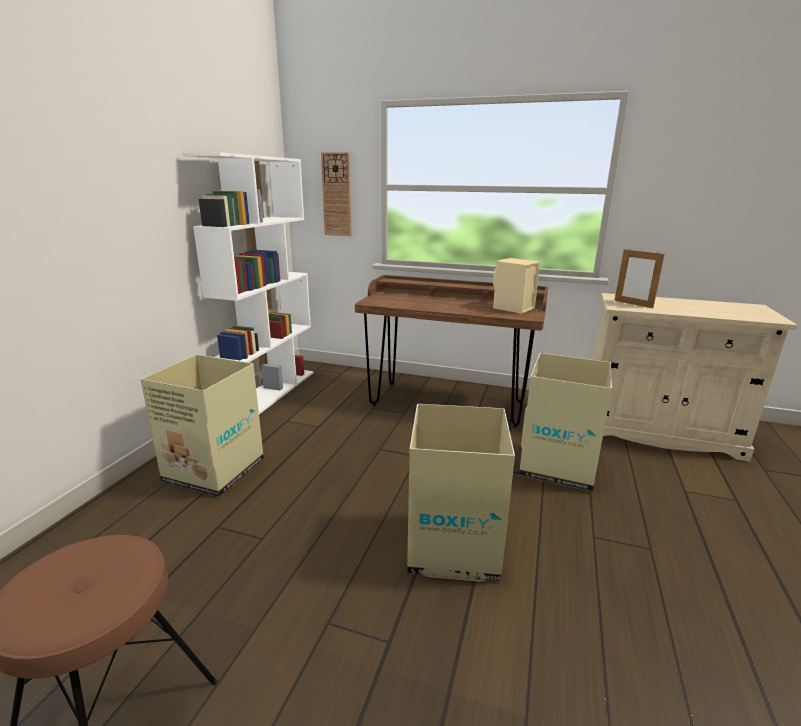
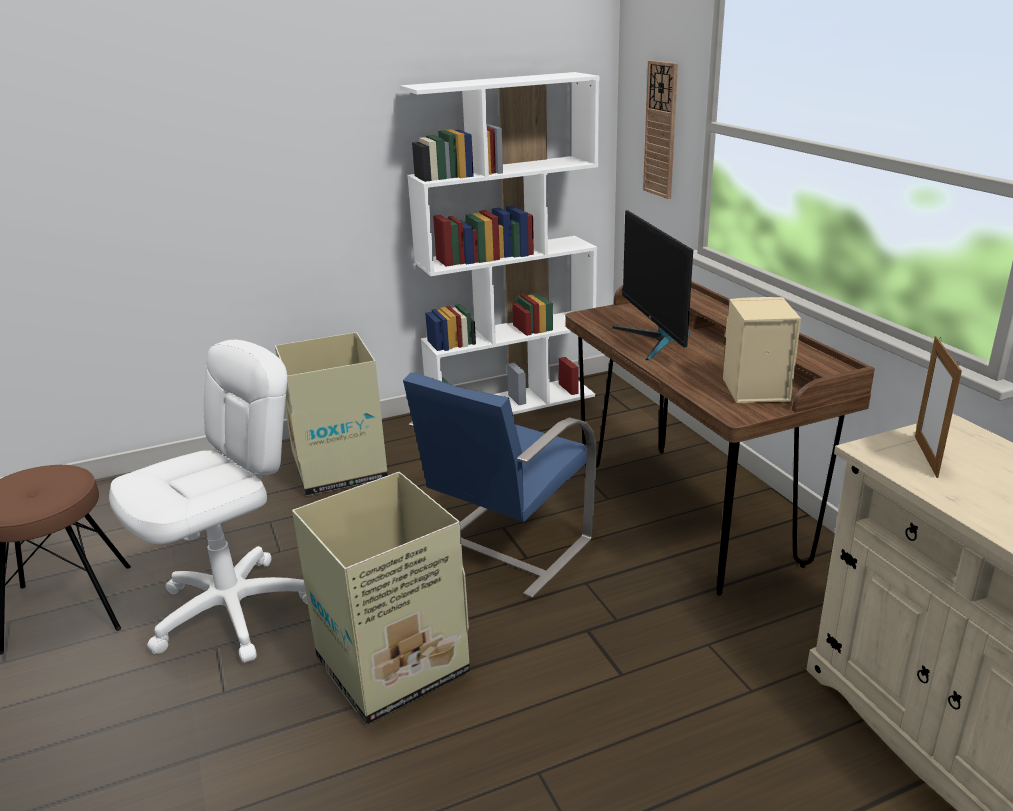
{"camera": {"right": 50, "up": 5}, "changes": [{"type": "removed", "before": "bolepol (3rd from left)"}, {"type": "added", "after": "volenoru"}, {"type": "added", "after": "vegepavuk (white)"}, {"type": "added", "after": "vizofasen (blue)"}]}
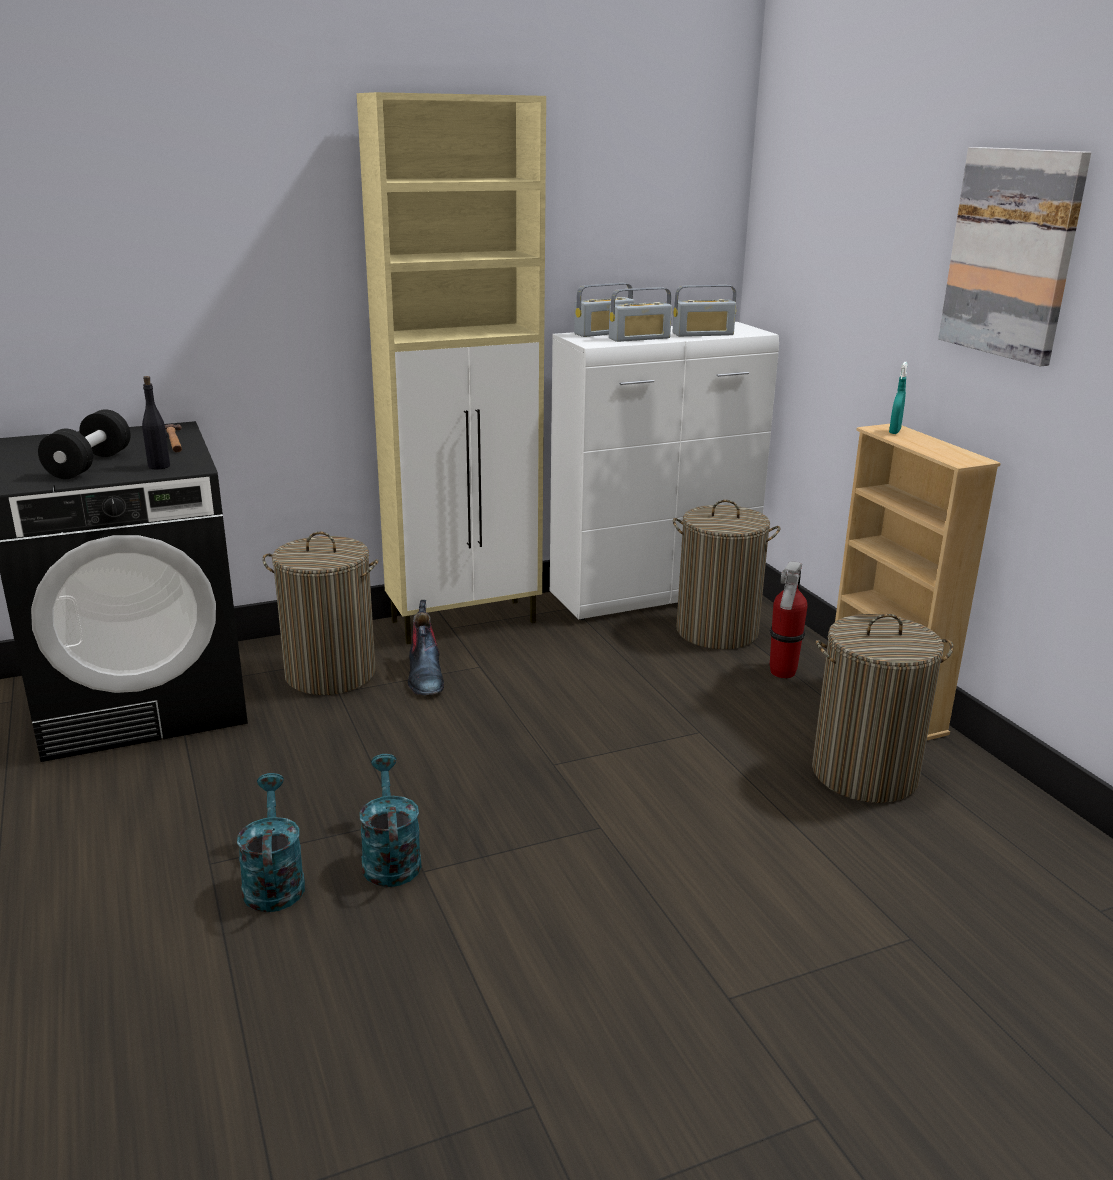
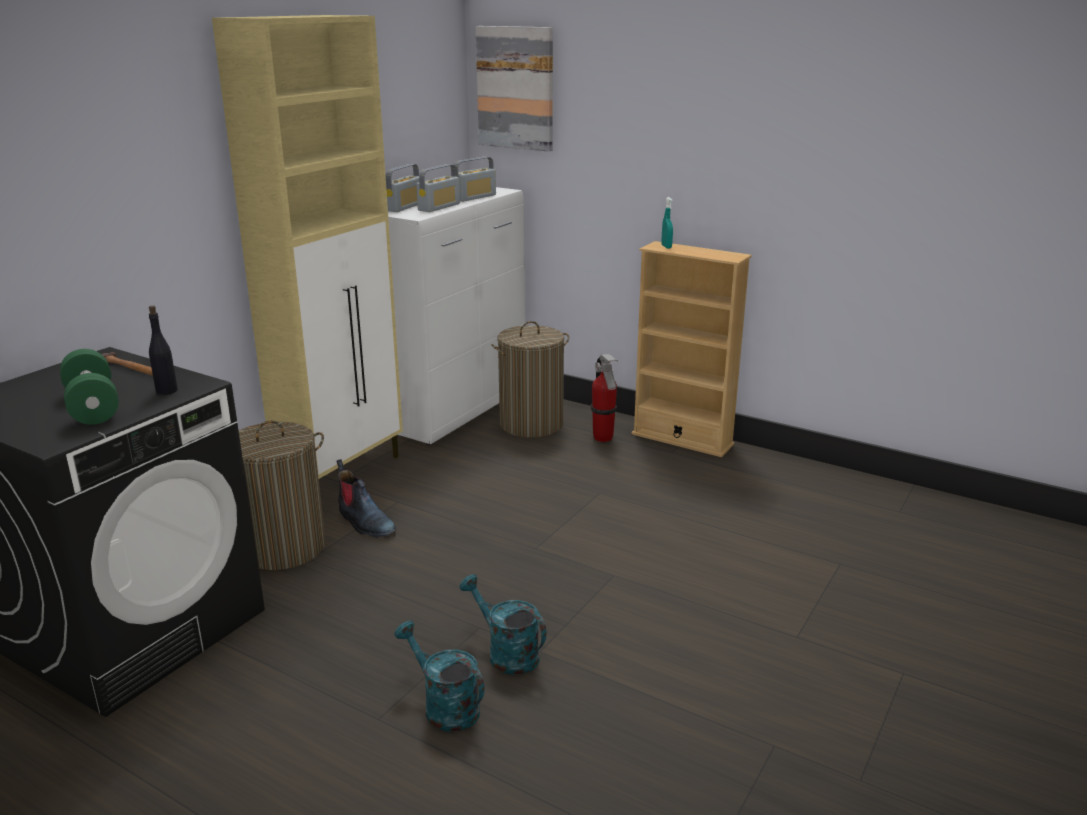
{"camera": {"right": -35, "up": 0}, "changes": [{"type": "moved", "before": "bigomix"}, {"type": "recoloured", "before": "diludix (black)", "after": "diludix (green)"}, {"type": "removed", "before": "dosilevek (3rd from left)"}]}
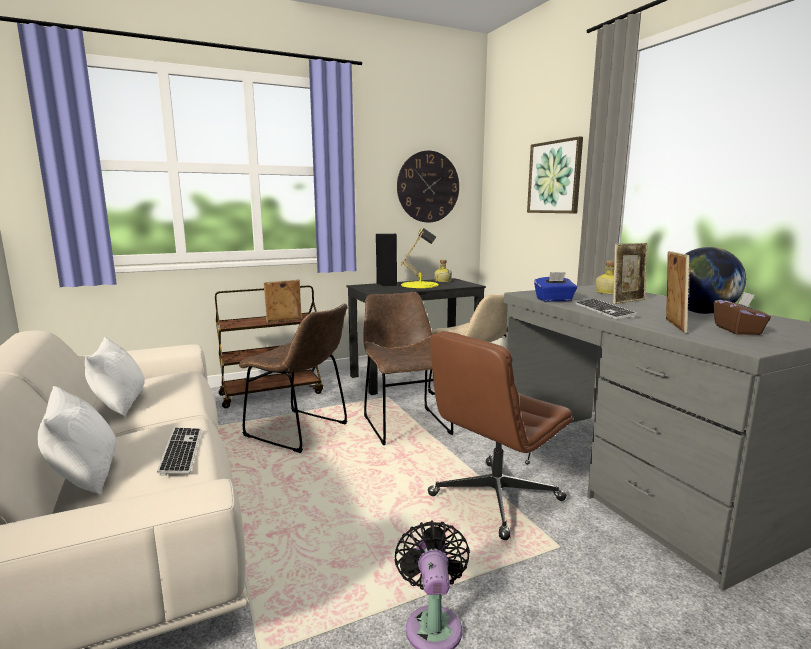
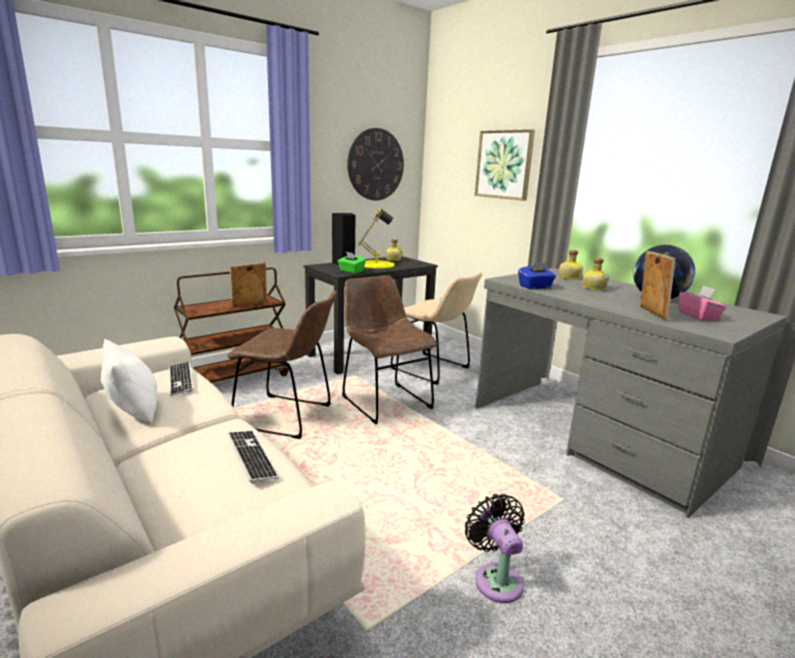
{"camera": {"right": -15, "up": 5}, "changes": [{"type": "replaced", "before": "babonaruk (2nd from left)", "after": "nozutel (3rd from left)"}, {"type": "recoloured", "before": "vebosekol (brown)", "after": "vebosekol (pink)"}, {"type": "moved", "before": "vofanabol (2nd from left in the first image)", "after": "vofanabol (1st from left)"}, {"type": "removed", "before": "vegepavuk (brown)"}, {"type": "removed", "before": "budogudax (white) (1st from left)"}, {"type": "added", "after": "vebosekol (green)"}]}
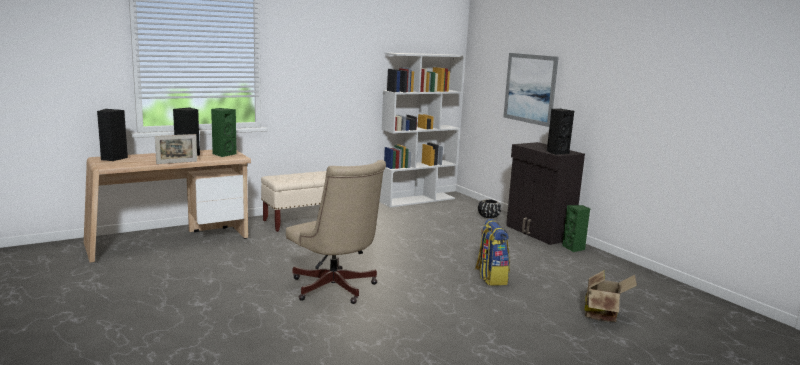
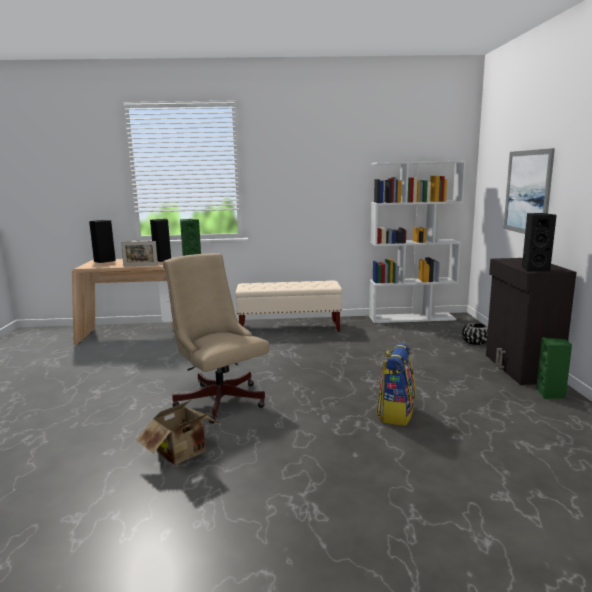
{"camera": {"right": 30, "up": 0}, "changes": [{"type": "turned", "before": "vegepavuk (beige)", "turn": 150}, {"type": "moved", "before": "bolepol"}]}
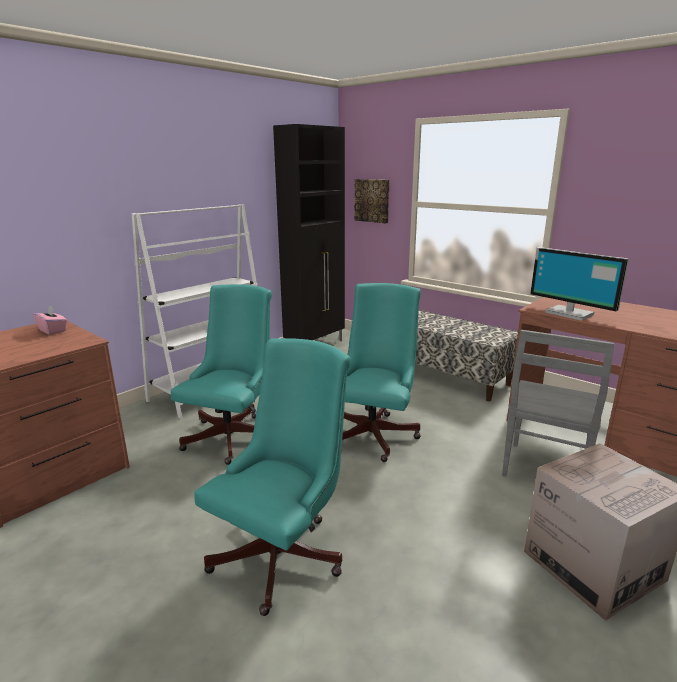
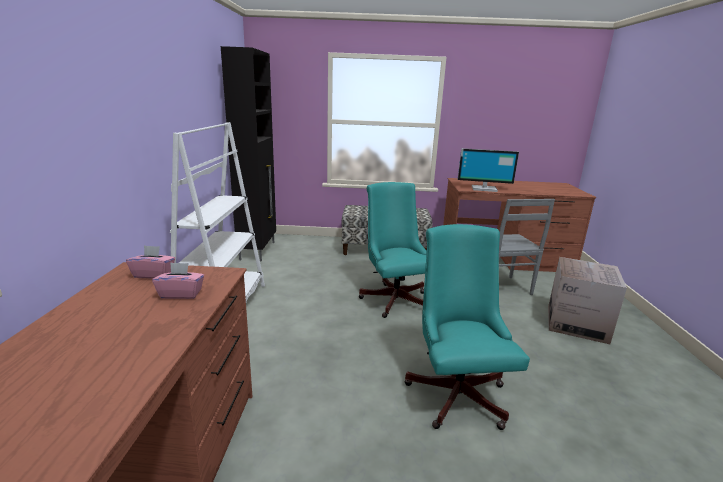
{"camera": {"right": -40, "up": 0}, "changes": [{"type": "removed", "before": "bigomix"}, {"type": "removed", "before": "vegepavuk (turquoise) (1st from left)"}, {"type": "added", "after": "vebosekol (pink) (2nd from left)"}]}
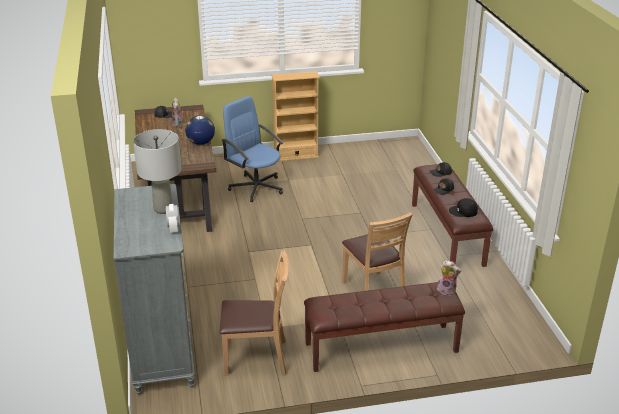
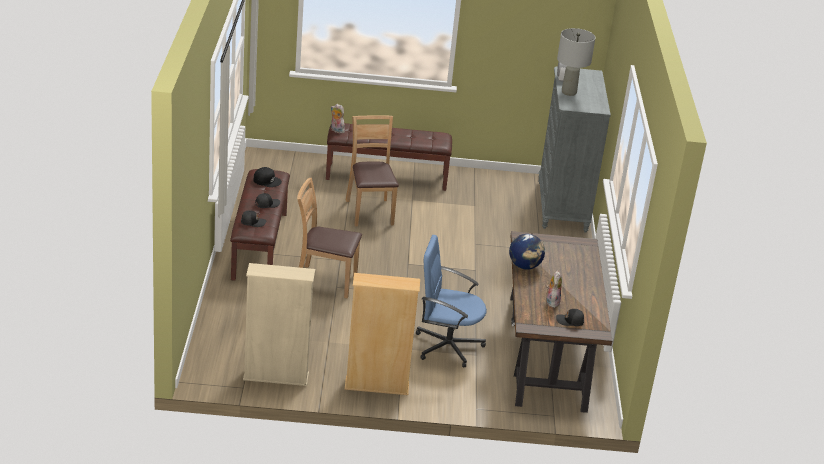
{"camera": {"right": -170, "up": 0}, "changes": [{"type": "turned", "before": "vegepavuk (blue)", "turn": 135}, {"type": "moved", "before": "vizofasen (brown) (1st from left)"}, {"type": "added", "after": "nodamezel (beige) (1st from left)"}]}
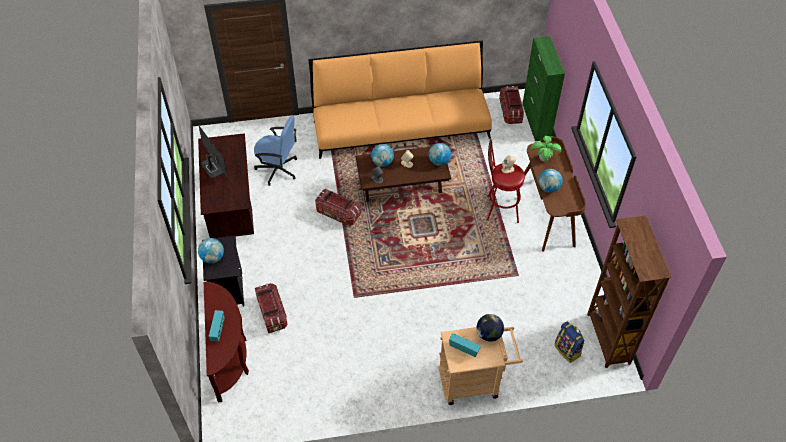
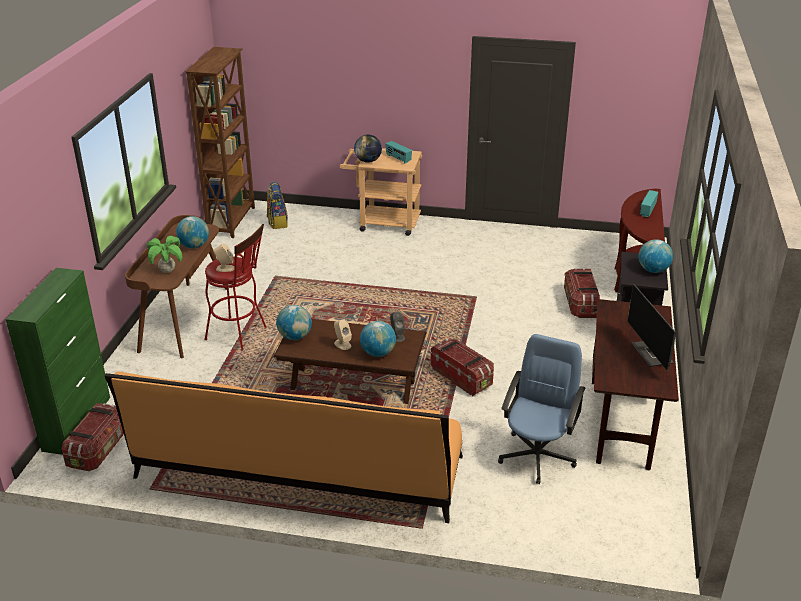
{"camera": {"right": -160, "up": -20}, "changes": [{"type": "turned", "before": "vegepavuk (blue)", "turn": 75}]}
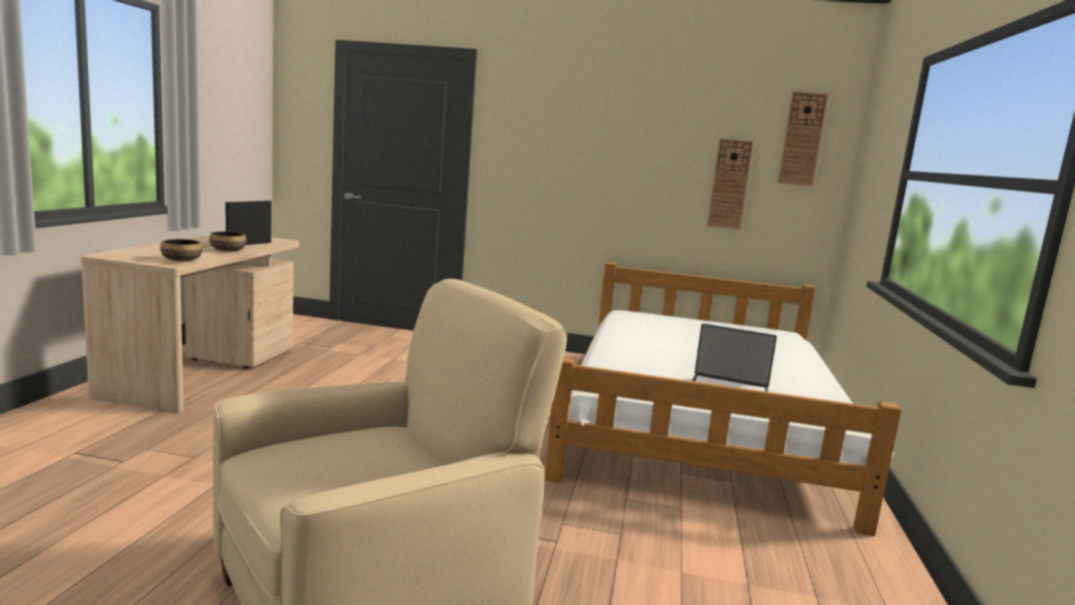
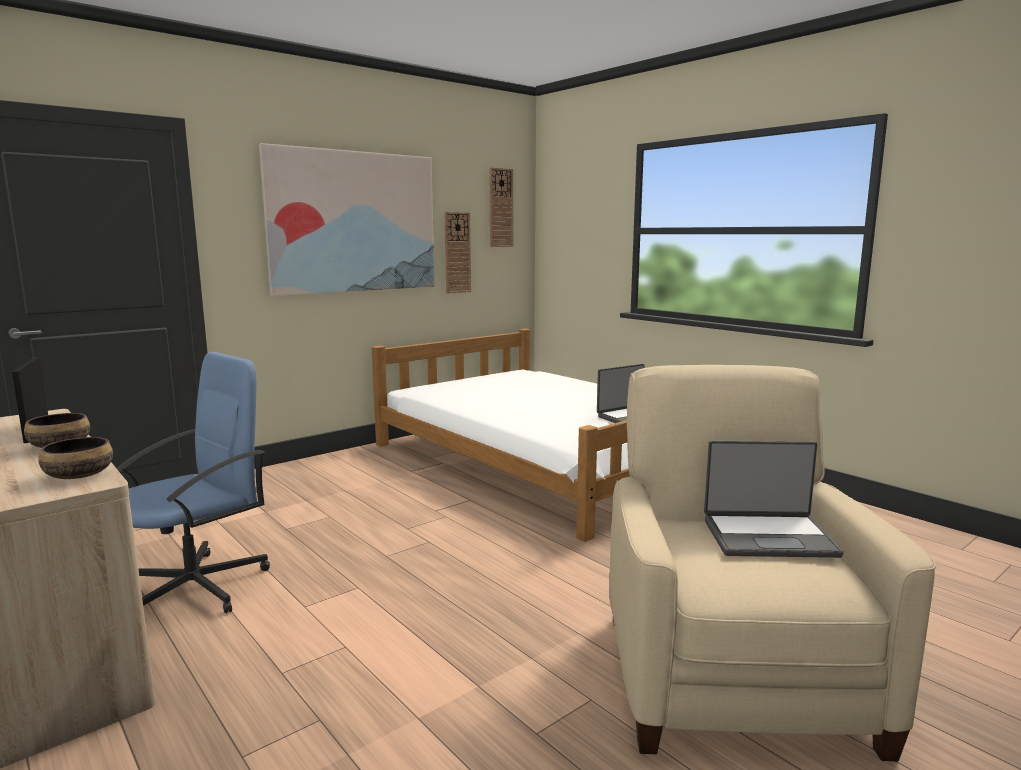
{"camera": {"right": -50, "up": 0}, "changes": [{"type": "added", "after": "bigomix"}, {"type": "added", "after": "vegepavuk (blue)"}, {"type": "added", "after": "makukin (2nd from left)"}]}
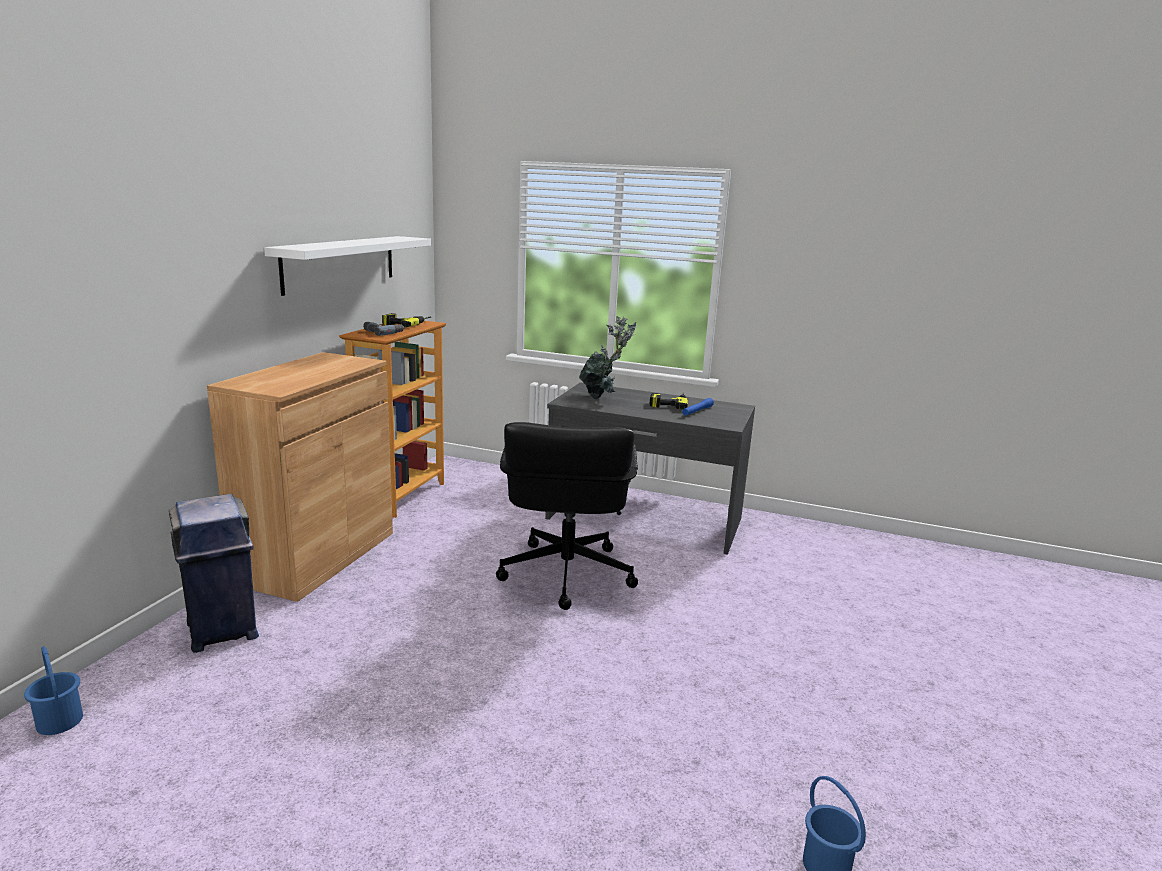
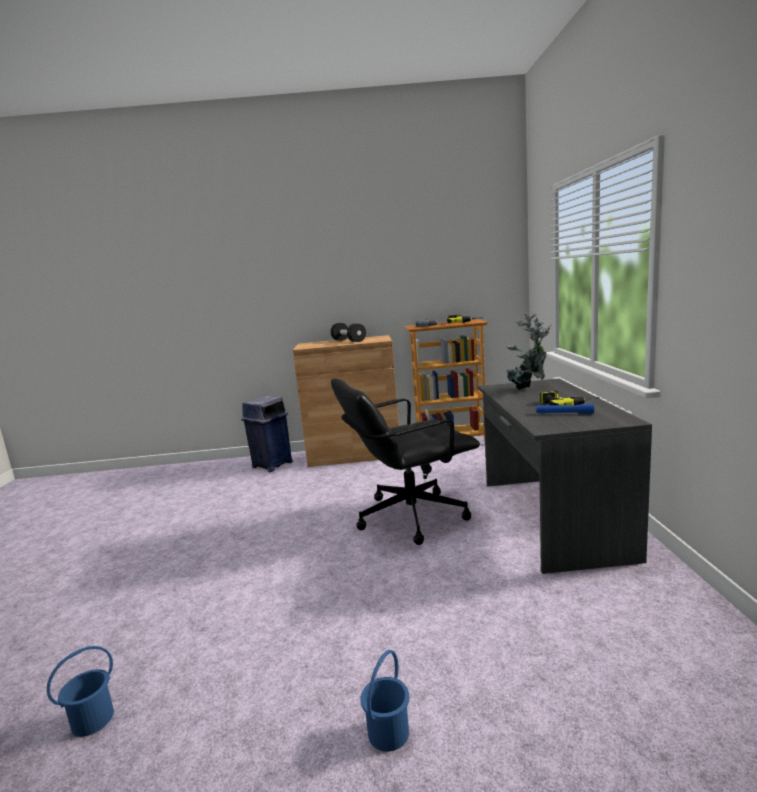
{"camera": {"right": 70, "up": -5}, "changes": [{"type": "removed", "before": "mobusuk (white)"}, {"type": "moved", "before": "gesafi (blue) (1st from left in the first image)", "after": "gesafi (blue) (2nd from left)"}, {"type": "added", "after": "diludix (black)"}]}
